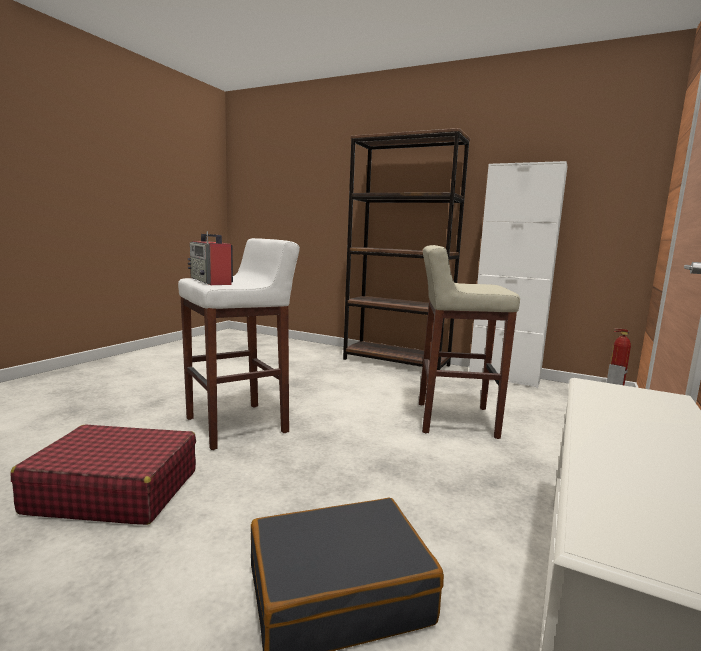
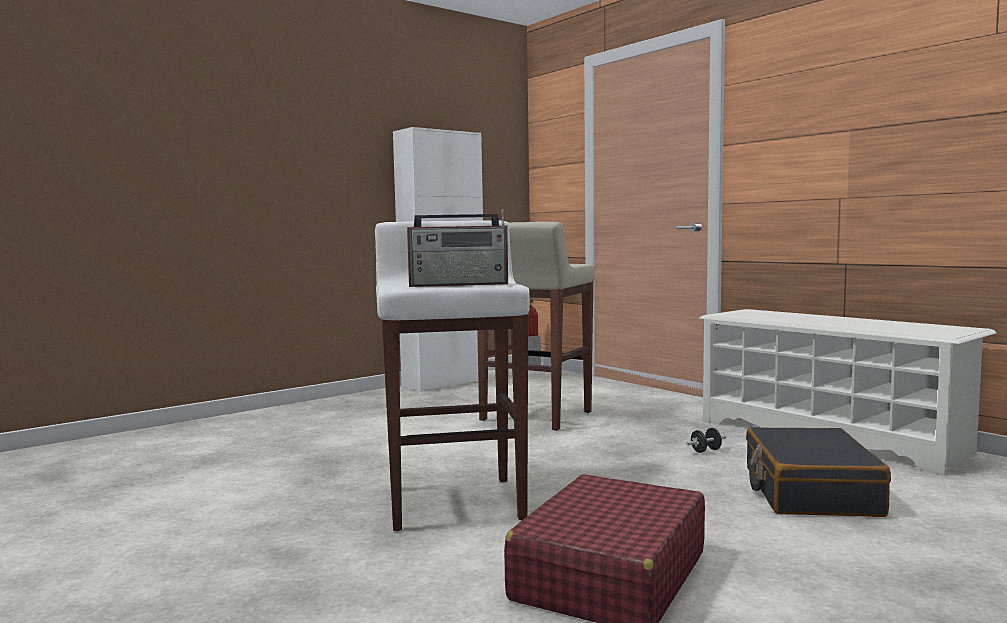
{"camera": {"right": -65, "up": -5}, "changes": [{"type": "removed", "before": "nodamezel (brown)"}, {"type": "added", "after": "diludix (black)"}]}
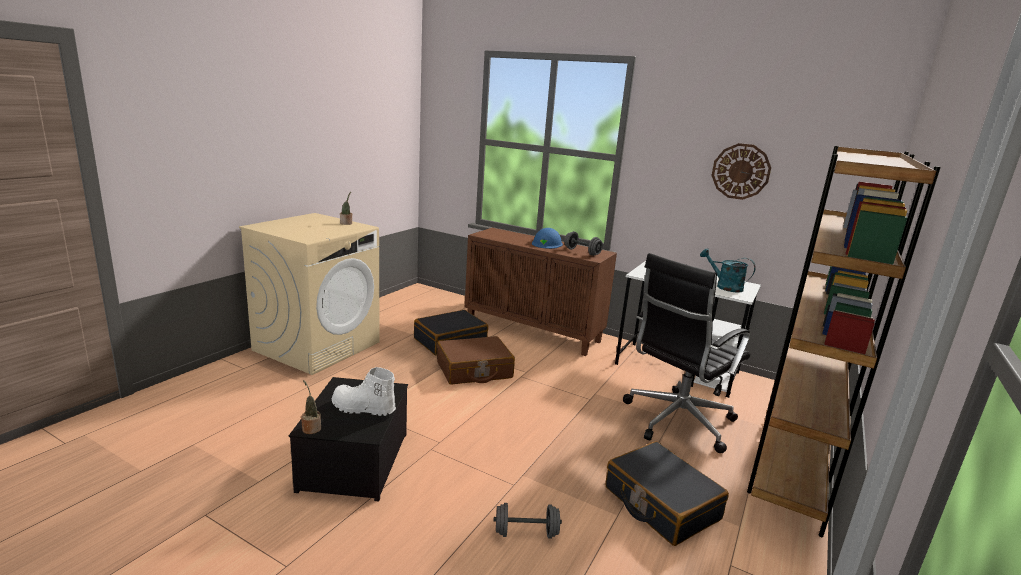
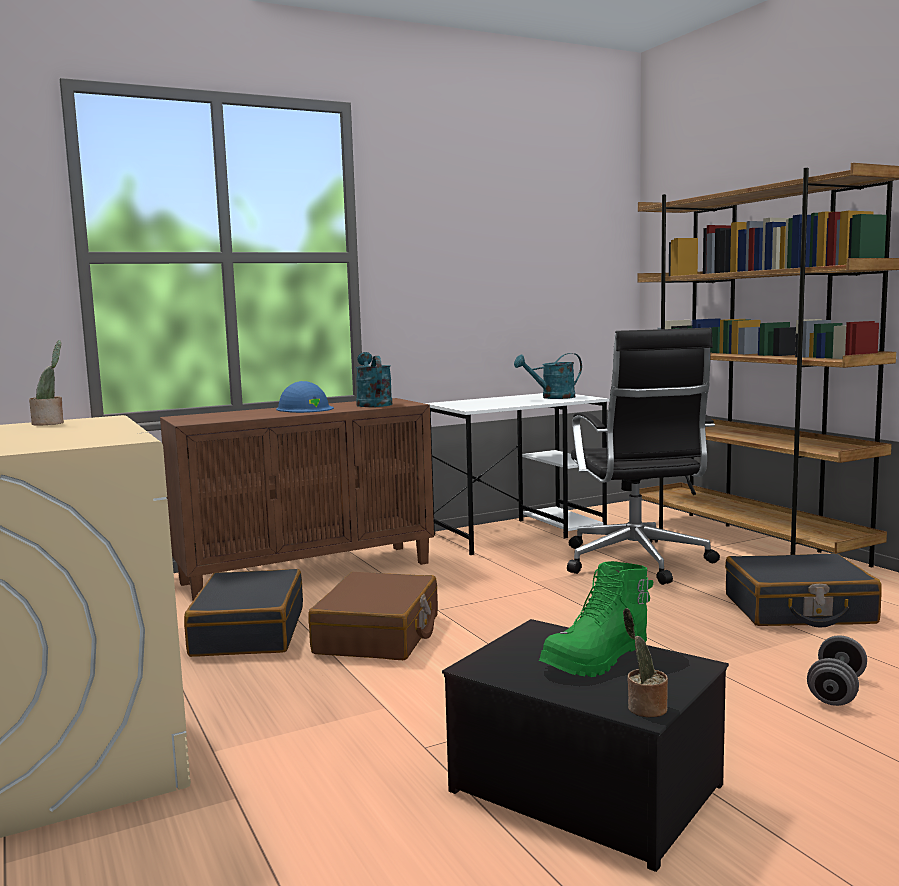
{"camera": {"right": -55, "up": -10}, "changes": [{"type": "removed", "before": "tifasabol"}, {"type": "replaced", "before": "diludix (grey) (2nd from left)", "after": "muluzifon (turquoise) (1st from left)"}, {"type": "recoloured", "before": "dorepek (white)", "after": "dorepek (green)"}]}
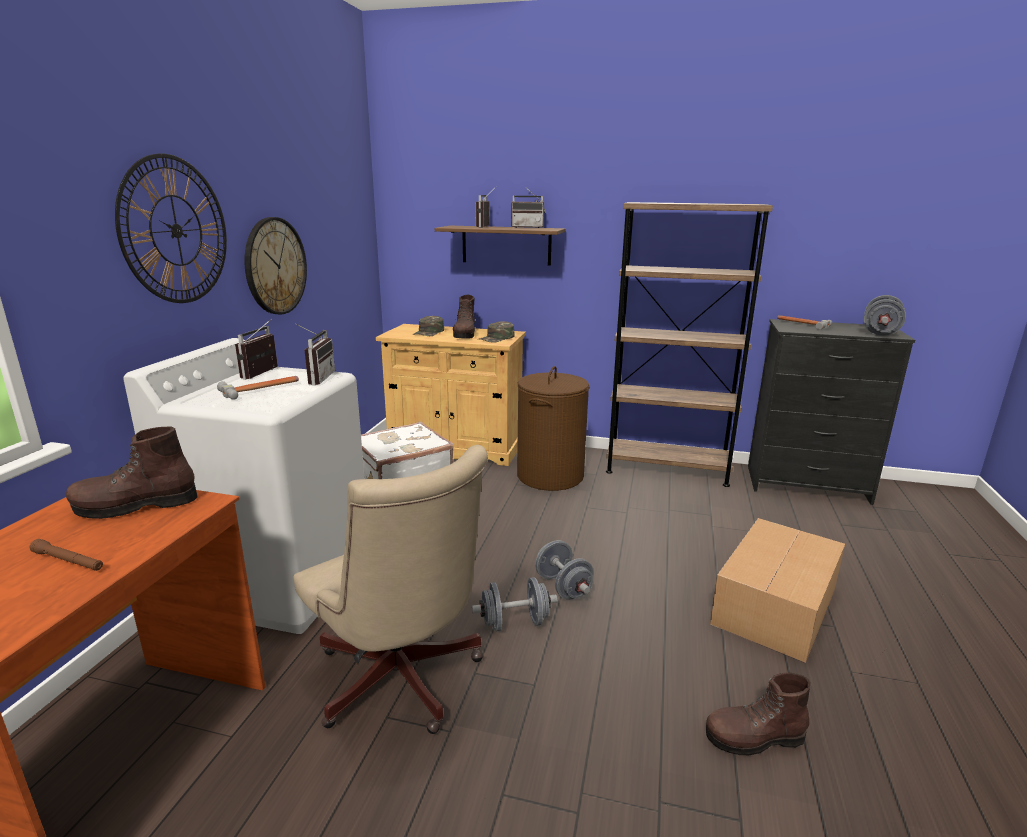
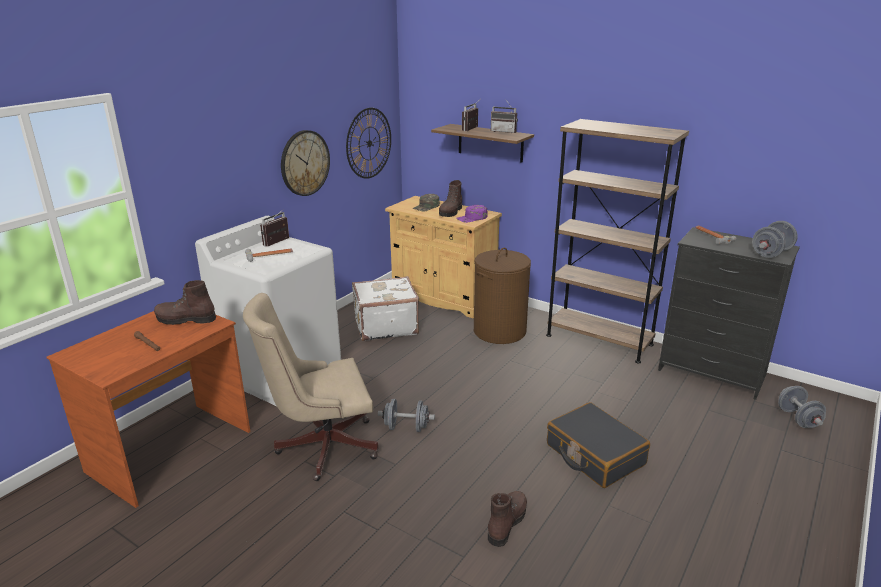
{"camera": {"right": 20, "up": 5}, "changes": [{"type": "moved", "before": "tifasabol (1st from left in the first image)", "after": "tifasabol (2nd from left)"}, {"type": "recoloured", "before": "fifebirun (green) (2nd from left)", "after": "fifebirun (purple)"}, {"type": "removed", "before": "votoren (2nd from left)"}, {"type": "turned", "before": "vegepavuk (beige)", "turn": 90}, {"type": "replaced", "before": "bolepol", "after": "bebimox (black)"}, {"type": "moved", "before": "diludix (grey) (2nd from left in the first image)", "after": "diludix (grey) (3rd from left)"}, {"type": "turned", "before": "dorepek (brown) (3rd from left)", "turn": 105}]}
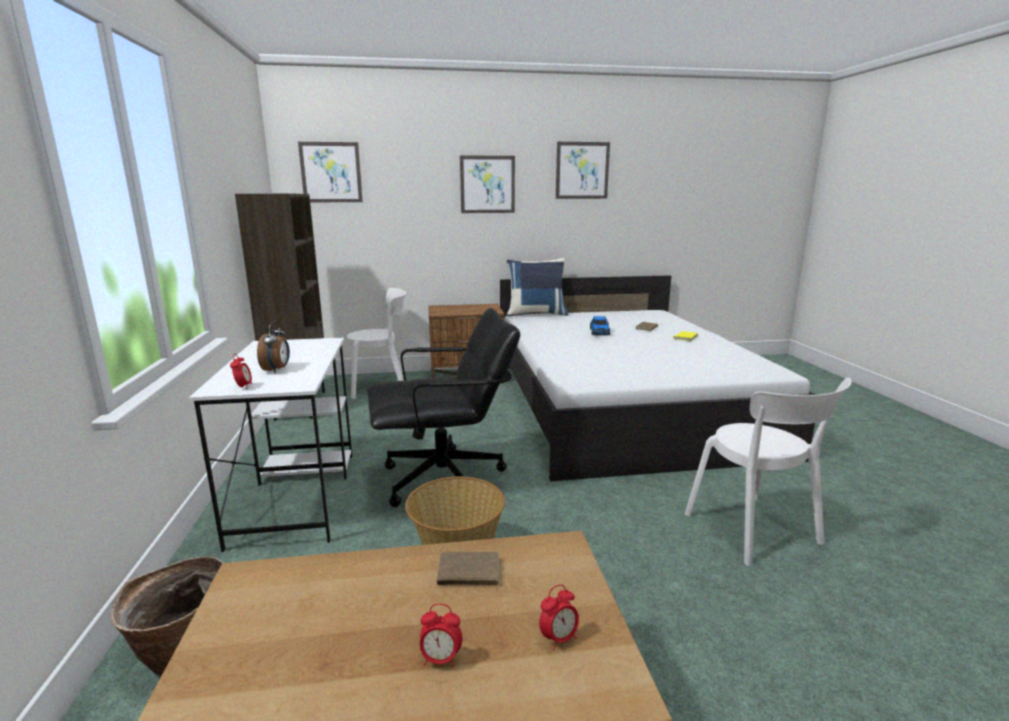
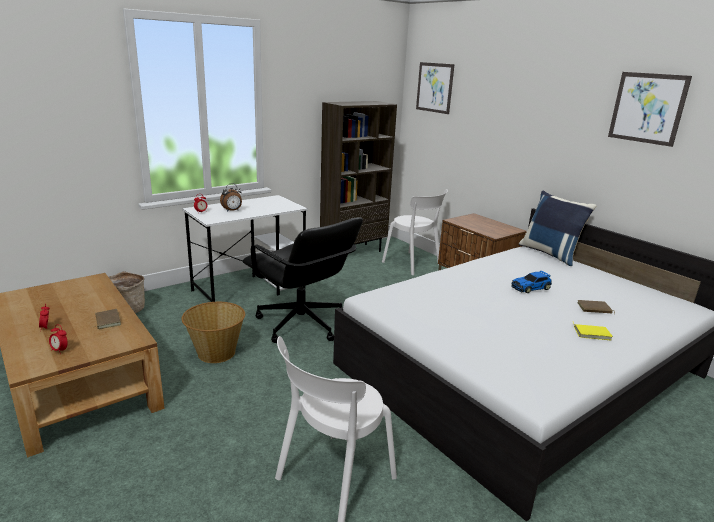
{"camera": {"right": 60, "up": 5}, "changes": [{"type": "removed", "before": "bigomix (2nd from left)"}]}
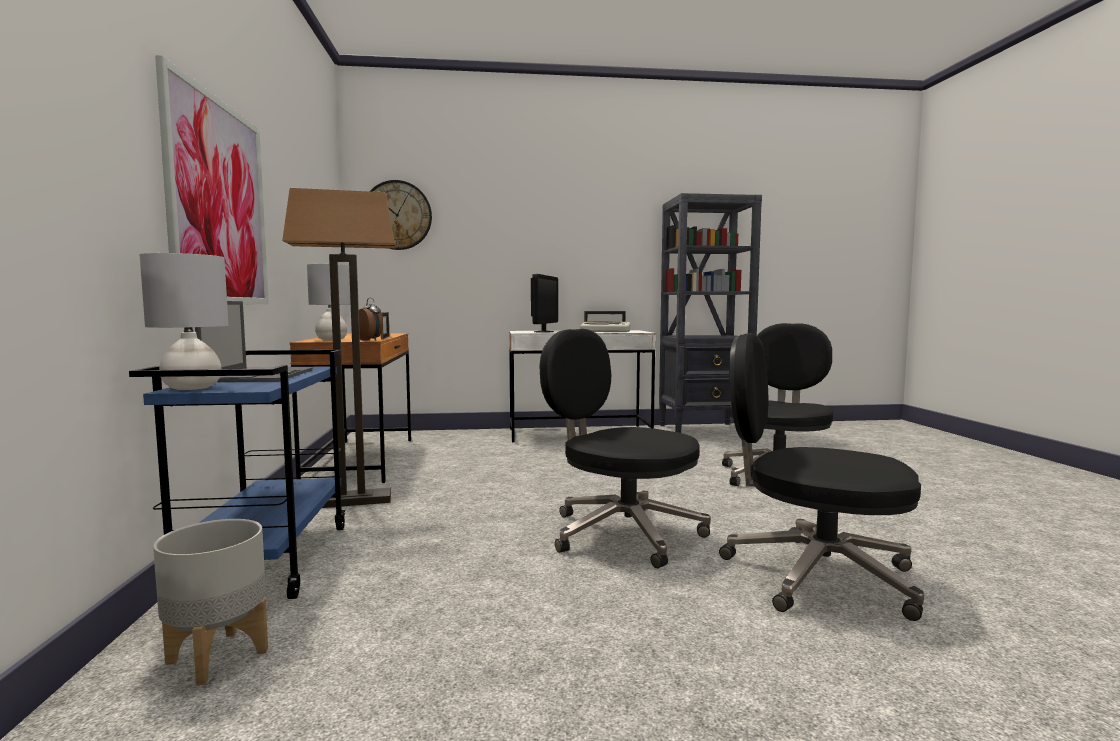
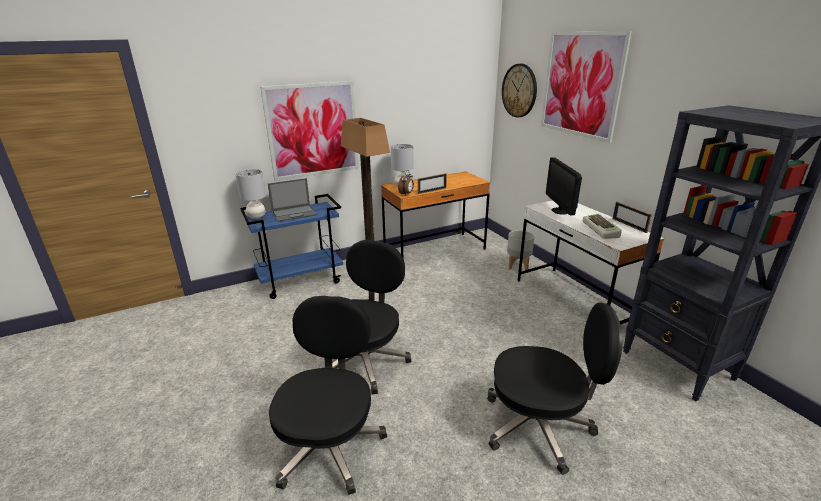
{"camera": {"right": 70, "up": 20}, "changes": [{"type": "turned", "before": "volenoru", "turn": 90}, {"type": "moved", "before": "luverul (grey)"}, {"type": "added", "after": "bigomix (2nd from left)"}]}
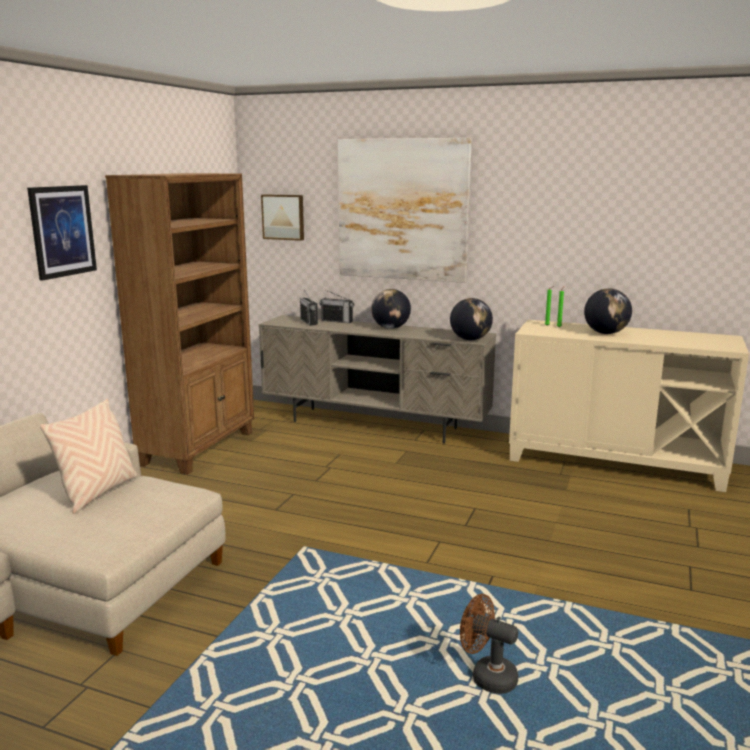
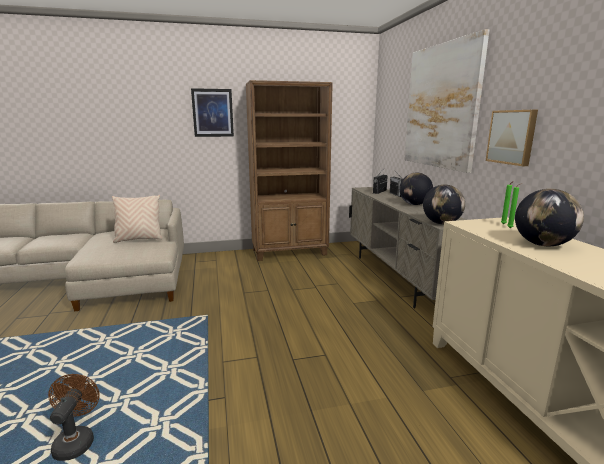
{"camera": {"right": 55, "up": 0}, "changes": [{"type": "moved", "before": "bigomix (2nd from left in the first image)", "after": "bigomix (3rd from left)"}]}
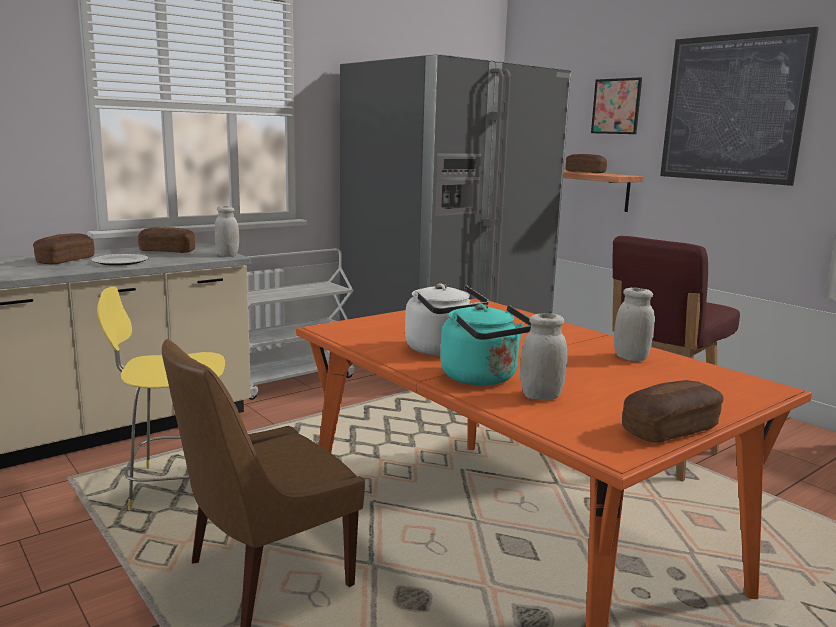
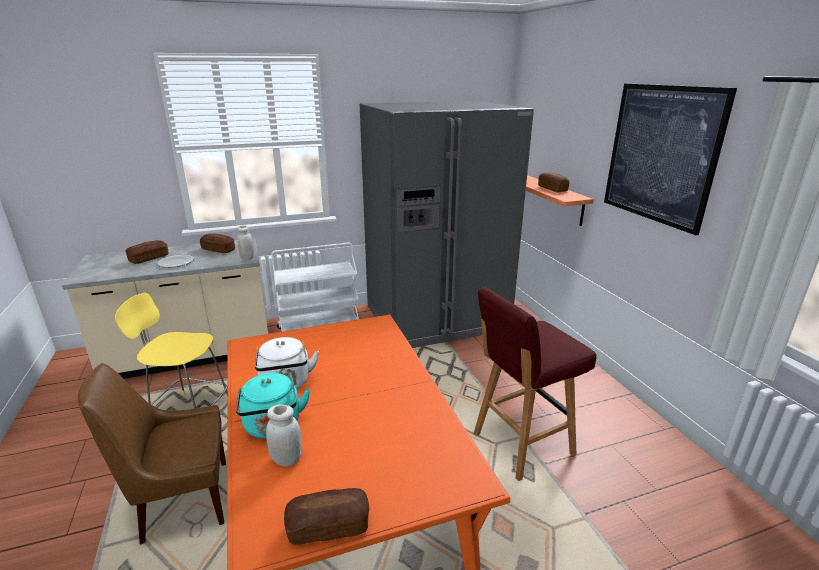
{"camera": {"right": 20, "up": 10}, "changes": [{"type": "removed", "before": "bigomix (1st from left)"}, {"type": "removed", "before": "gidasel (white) (3rd from left)"}]}
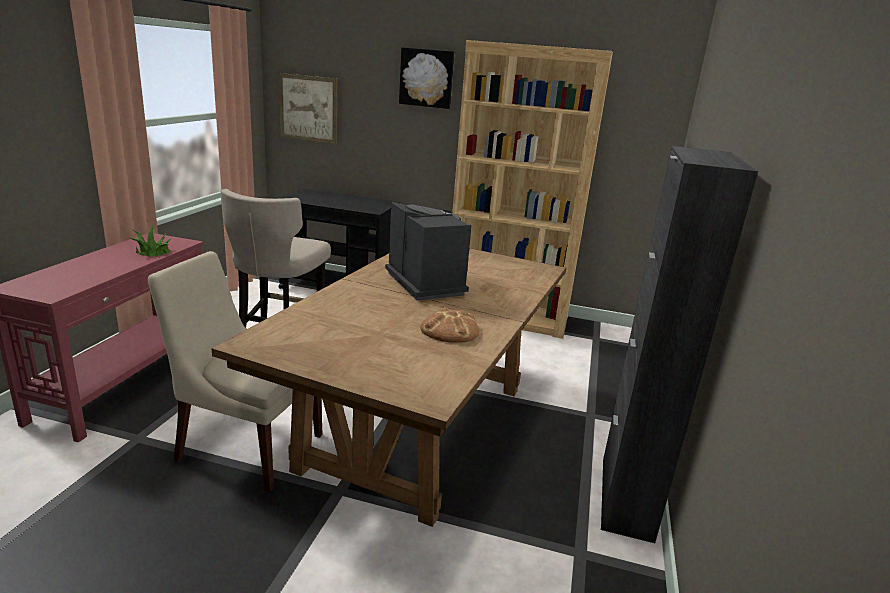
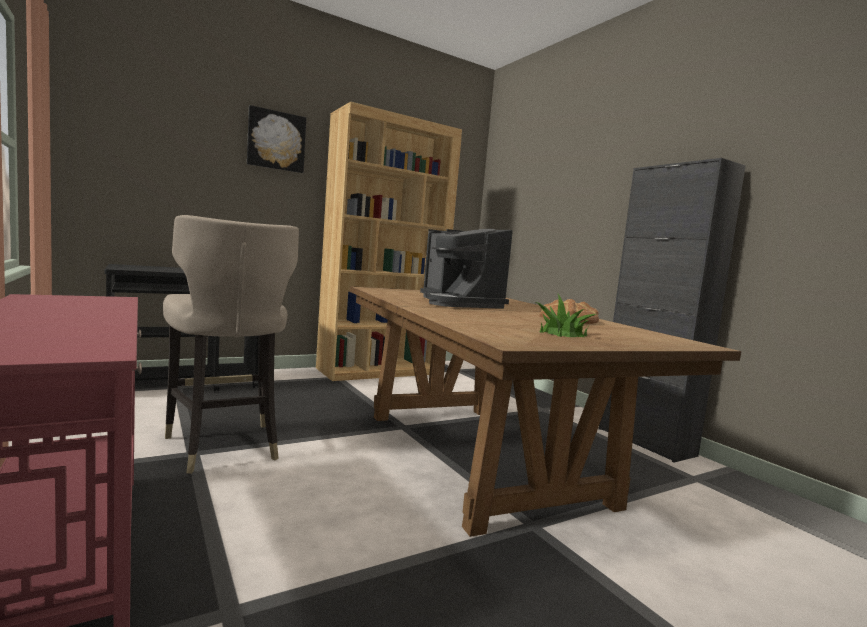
{"camera": {"right": -45, "up": -15}, "changes": [{"type": "removed", "before": "bigomix (1st from left)"}, {"type": "turned", "before": "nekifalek", "turn": -135}, {"type": "moved", "before": "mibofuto"}, {"type": "removed", "before": "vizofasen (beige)"}]}
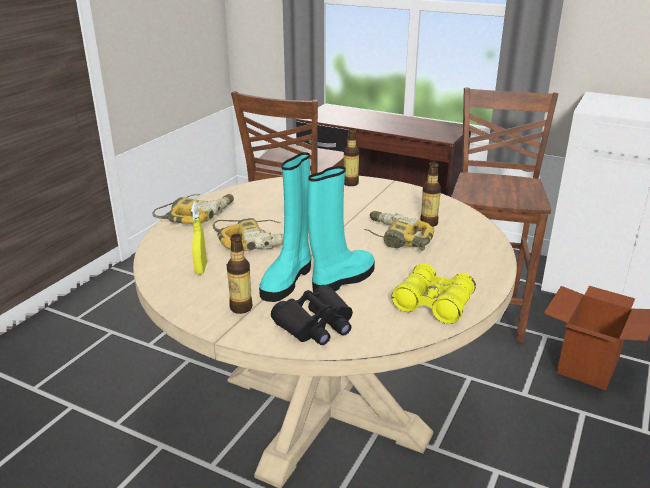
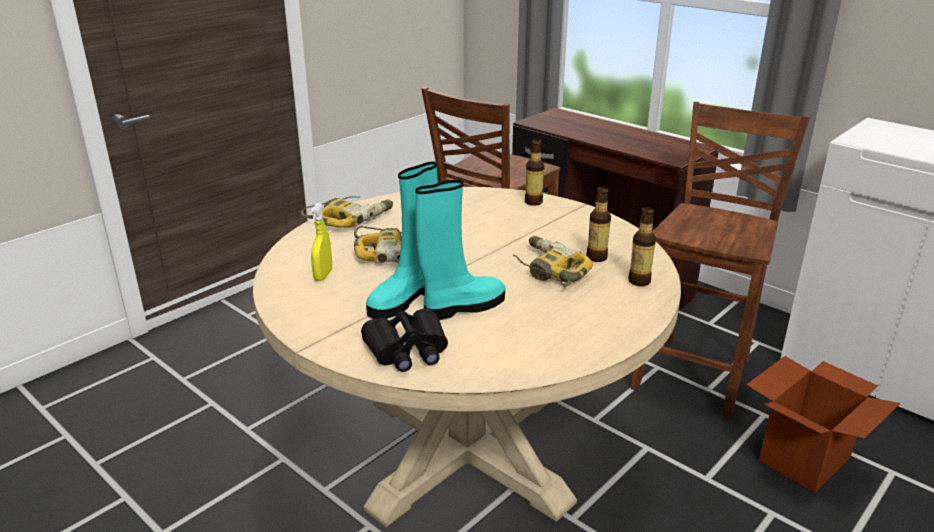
{"camera": {"right": 15, "up": 0}, "changes": [{"type": "moved", "before": "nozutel (1st from left in the first image)", "after": "nozutel (3rd from left)"}, {"type": "removed", "before": "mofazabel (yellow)"}]}
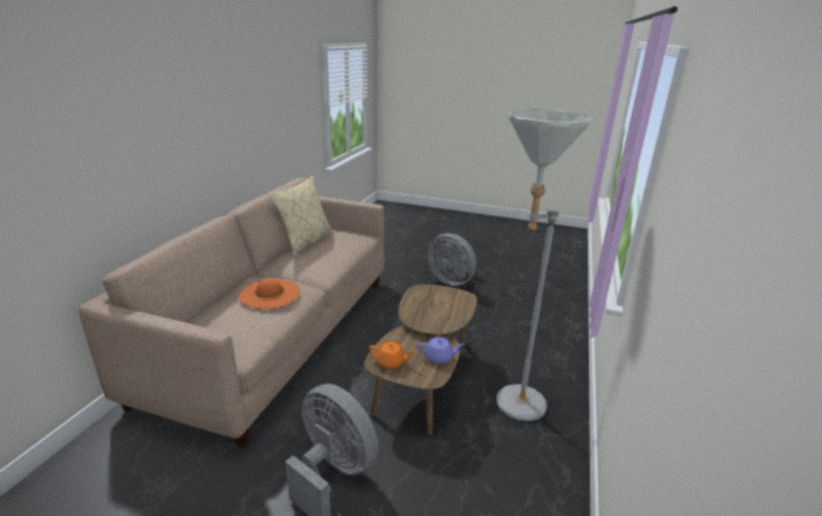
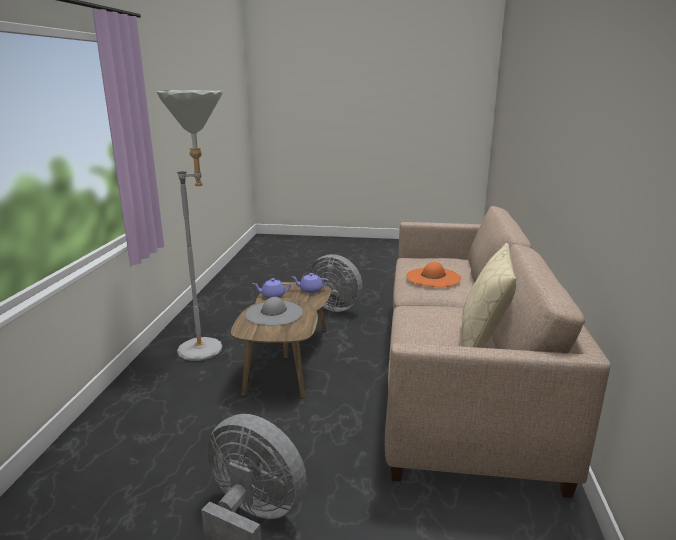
{"camera": {"right": 170, "up": -5}, "changes": [{"type": "recoloured", "before": "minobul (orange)", "after": "minobul (purple) (2nd from left)"}, {"type": "added", "after": "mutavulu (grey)"}]}
